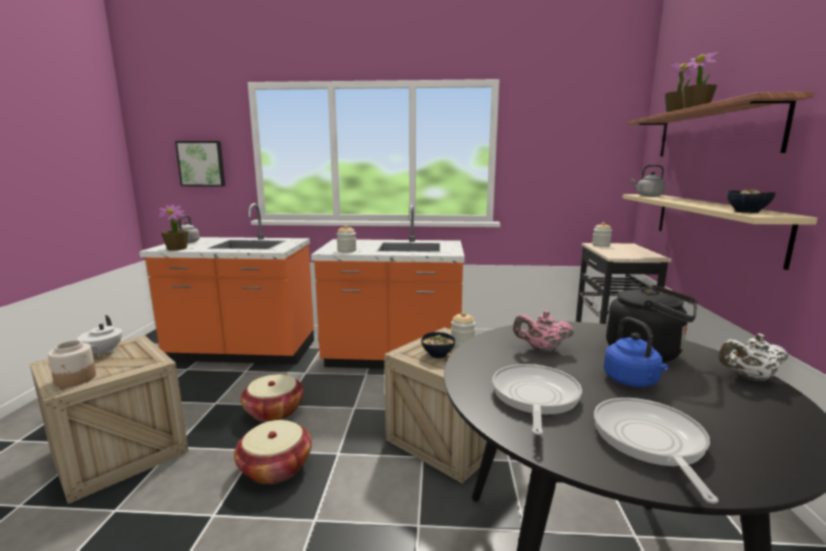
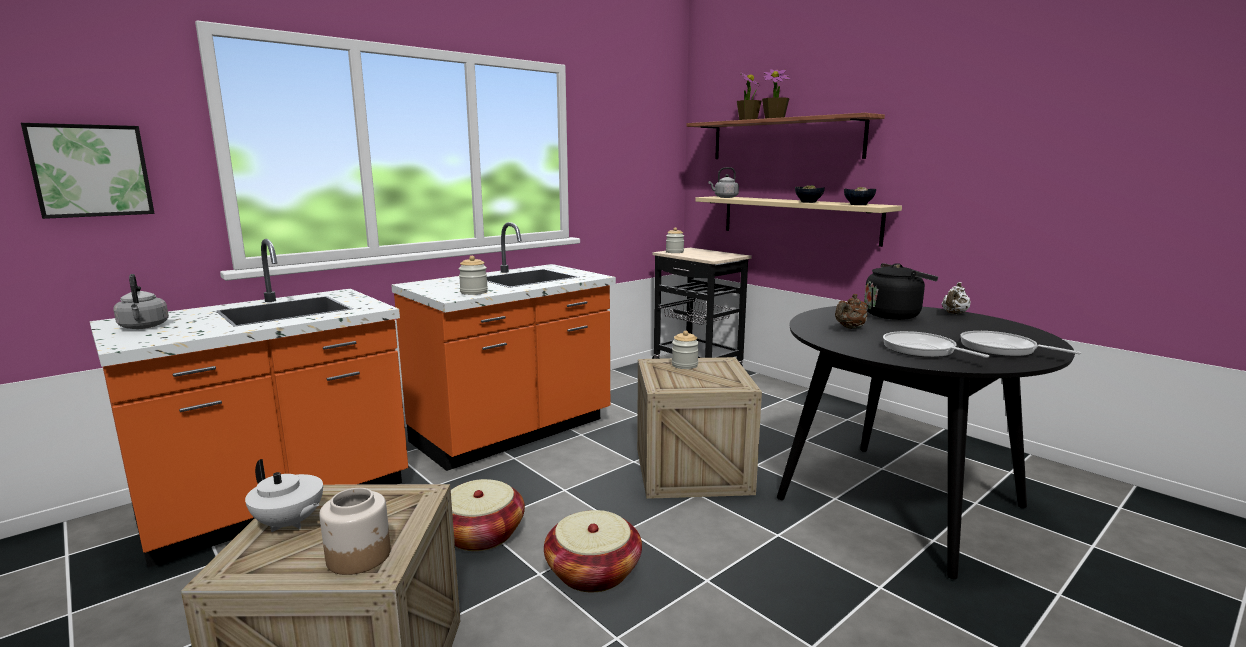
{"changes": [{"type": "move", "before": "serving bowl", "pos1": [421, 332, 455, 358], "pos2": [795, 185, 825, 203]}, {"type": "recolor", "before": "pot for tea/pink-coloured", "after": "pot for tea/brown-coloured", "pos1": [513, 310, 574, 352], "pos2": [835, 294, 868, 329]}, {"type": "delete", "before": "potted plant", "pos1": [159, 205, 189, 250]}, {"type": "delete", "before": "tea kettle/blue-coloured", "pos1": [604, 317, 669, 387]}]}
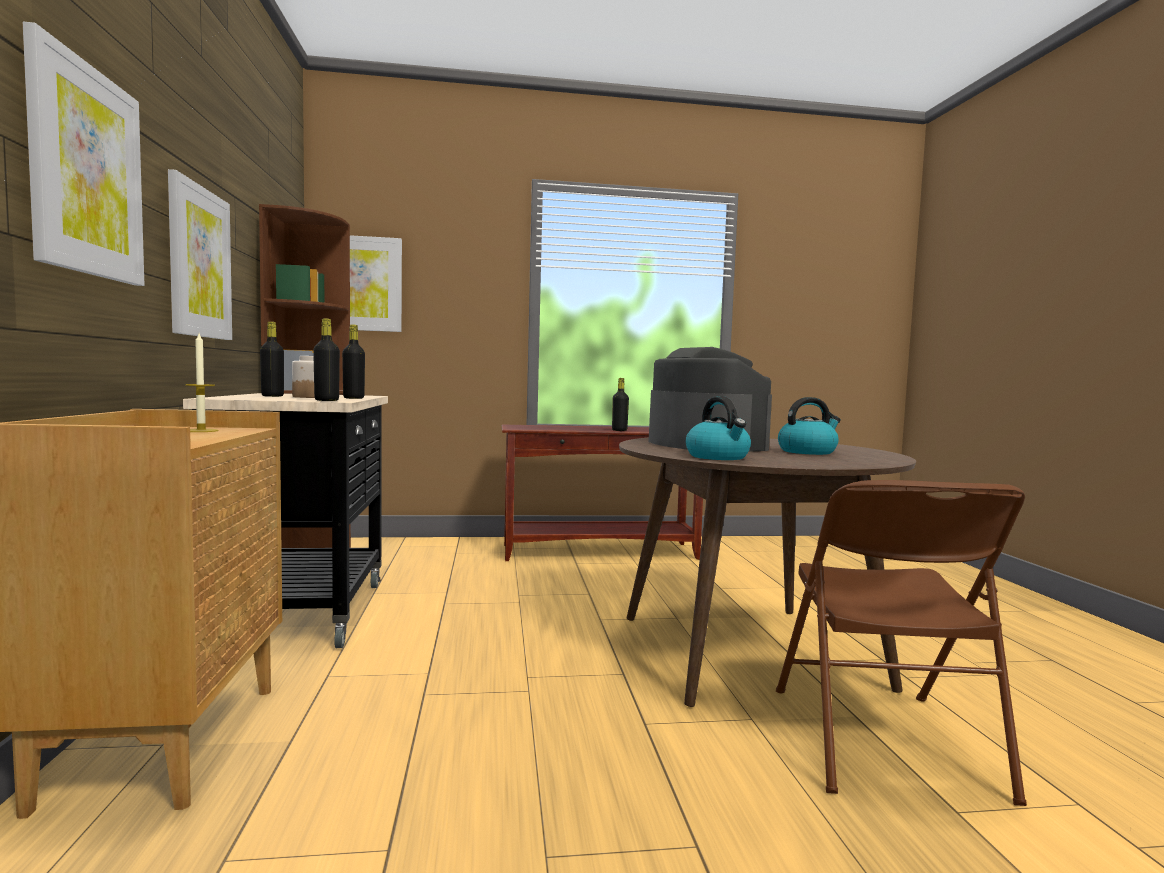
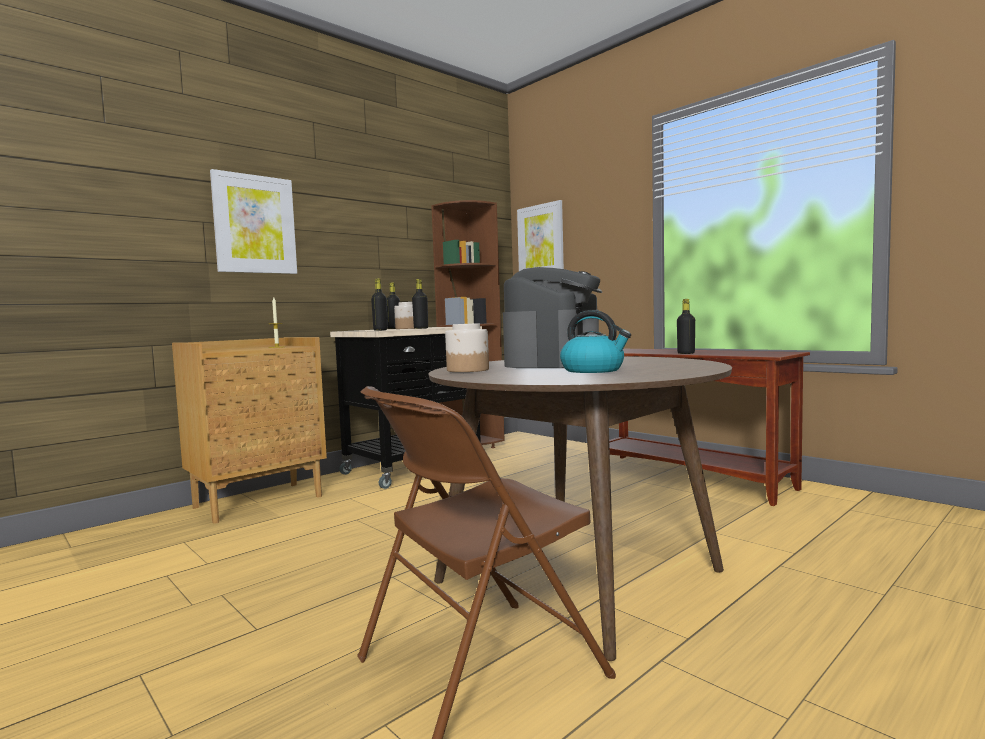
{"changes": [{"type": "replace", "before": "tea kettle", "after": "storage jar", "pos1": [685, 396, 751, 460], "pos2": [445, 323, 489, 372]}, {"type": "delete", "before": "picture", "pos1": [168, 169, 232, 340]}]}
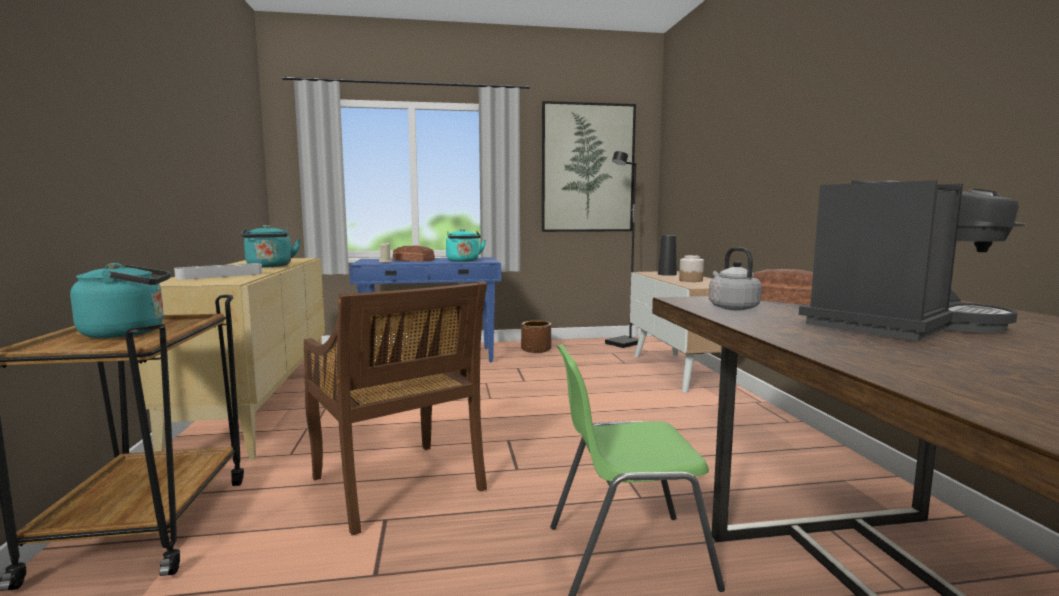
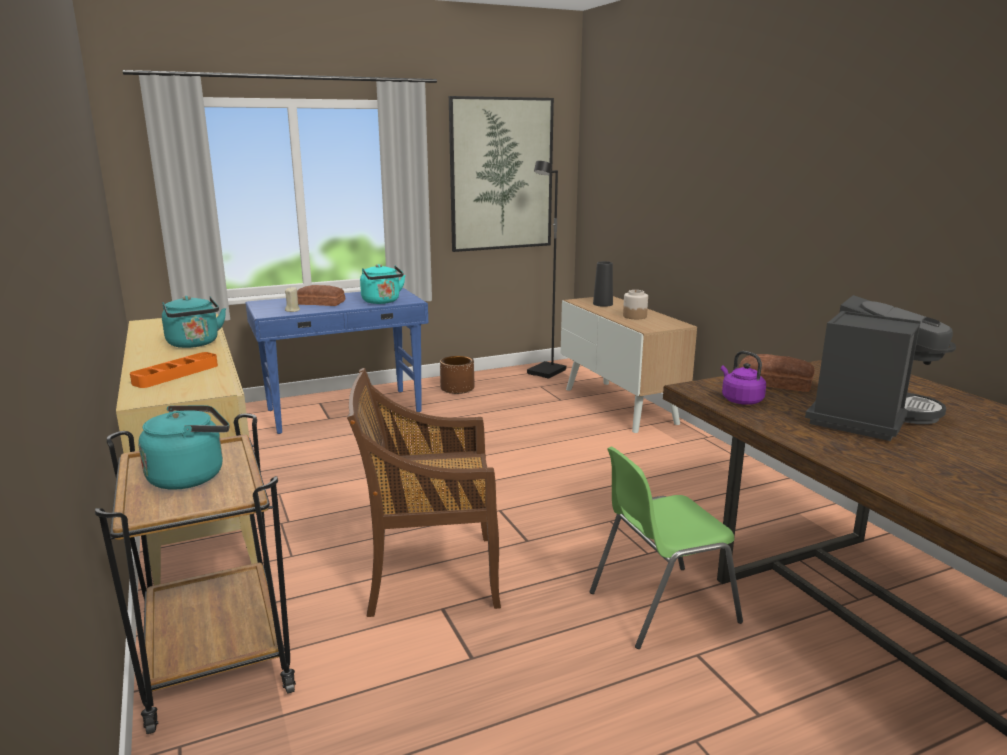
{"changes": [{"type": "recolor", "before": "carrying tray/greyish", "after": "carrying tray/orangey", "pos1": [174, 263, 262, 280], "pos2": [130, 352, 218, 388]}, {"type": "rotate", "before": "chair/brown-coloured", "pos1": [304, 281, 487, 536], "pos2": [347, 368, 501, 617], "turn": 135}, {"type": "recolor", "before": "tea kettle/greyish", "after": "tea kettle/purple", "pos1": [709, 247, 762, 310], "pos2": [721, 351, 766, 405]}]}
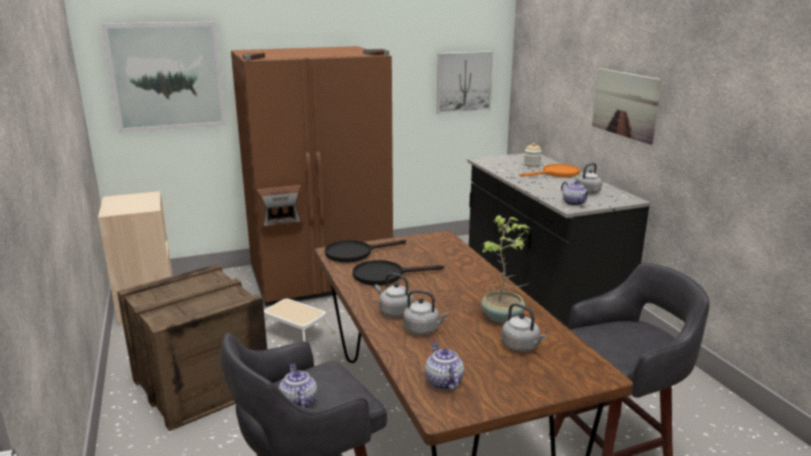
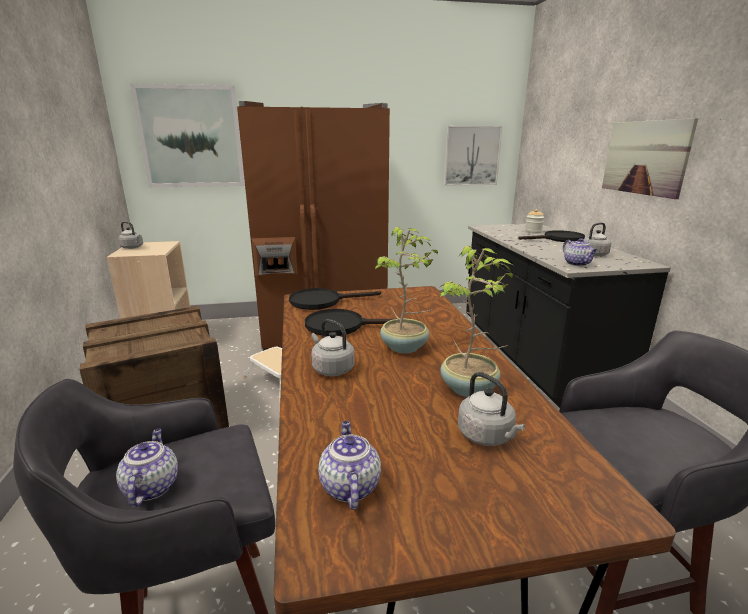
{"changes": [{"type": "move", "before": "tea kettle/greyish", "pos1": [403, 290, 448, 335], "pos2": [118, 221, 143, 249]}, {"type": "insert", "after": "potted plant", "pos2": [375, 227, 438, 353]}, {"type": "recolor", "before": "pan/orangey", "after": "pan/black-coloured", "pos1": [520, 164, 580, 177], "pos2": [518, 230, 585, 242]}]}
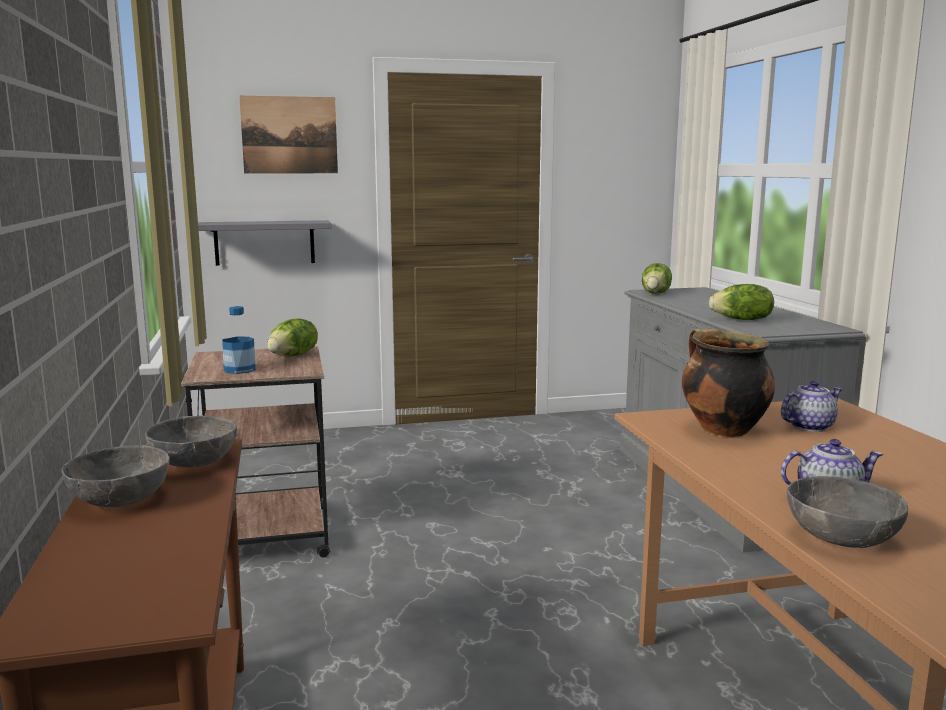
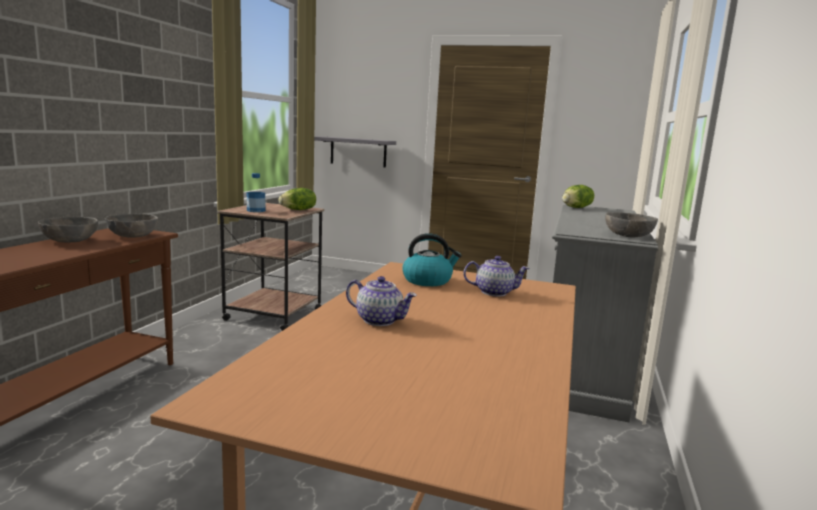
{"changes": [{"type": "replace", "before": "saucepot", "after": "tea kettle", "pos1": [682, 329, 775, 437], "pos2": [402, 233, 462, 286]}, {"type": "move", "before": "serving bowl/greyish", "pos1": [787, 476, 908, 548], "pos2": [605, 212, 658, 237]}, {"type": "delete", "before": "picture", "pos1": [239, 96, 338, 173]}, {"type": "delete", "before": "lettuce", "pos1": [709, 284, 774, 320]}]}
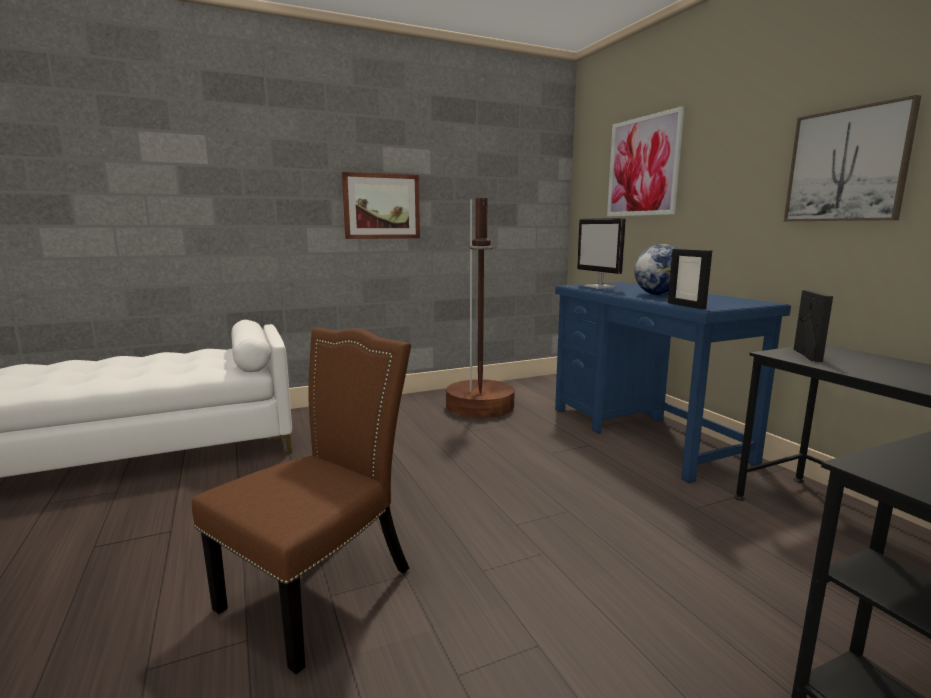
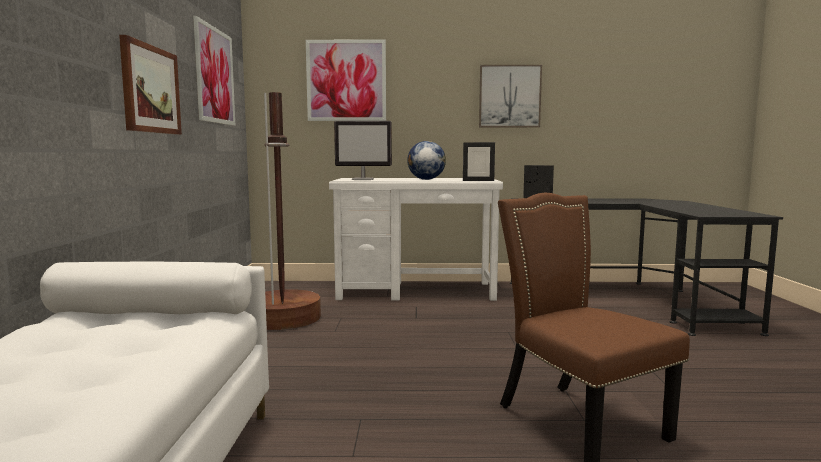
{"changes": [{"type": "insert", "after": "picture", "pos2": [193, 16, 235, 125]}, {"type": "recolor", "before": "desk/blue-coloured", "after": "desk/whitish", "pos1": [555, 282, 791, 483], "pos2": [329, 178, 503, 301]}]}
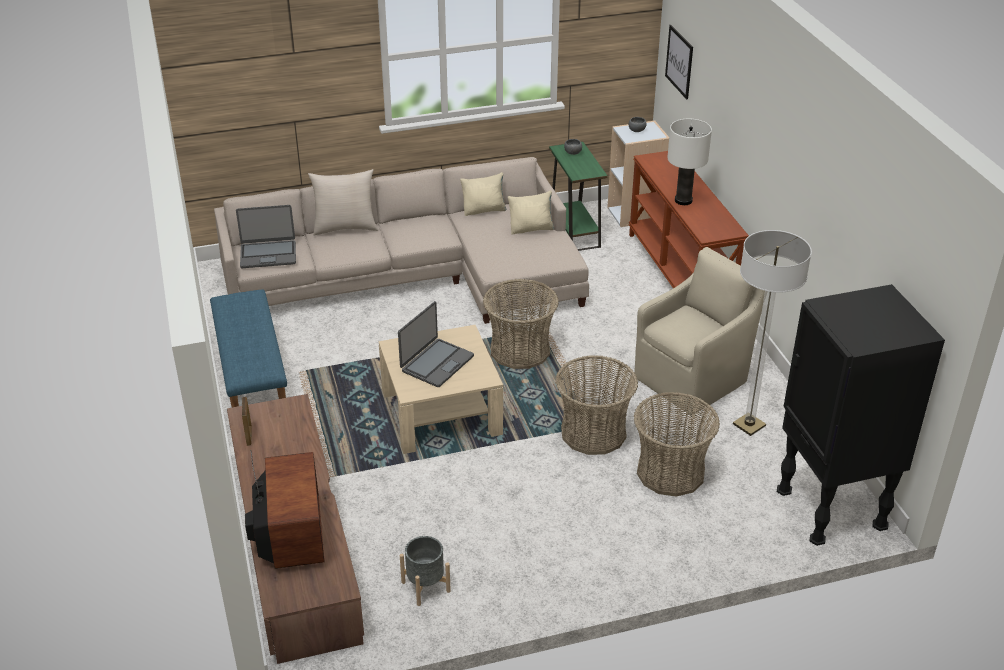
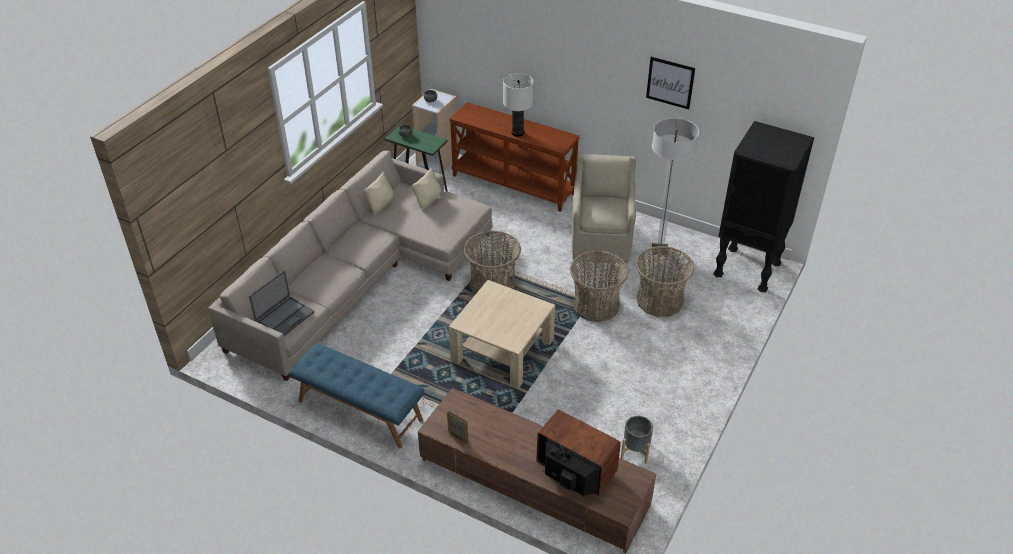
{"changes": [{"type": "move", "before": "picture", "pos1": [665, 25, 693, 100], "pos2": [646, 57, 695, 109]}, {"type": "delete", "before": "cushion/beige-coloured", "pos1": [308, 169, 378, 235]}, {"type": "delete", "before": "laptop", "pos1": [398, 301, 474, 387]}]}
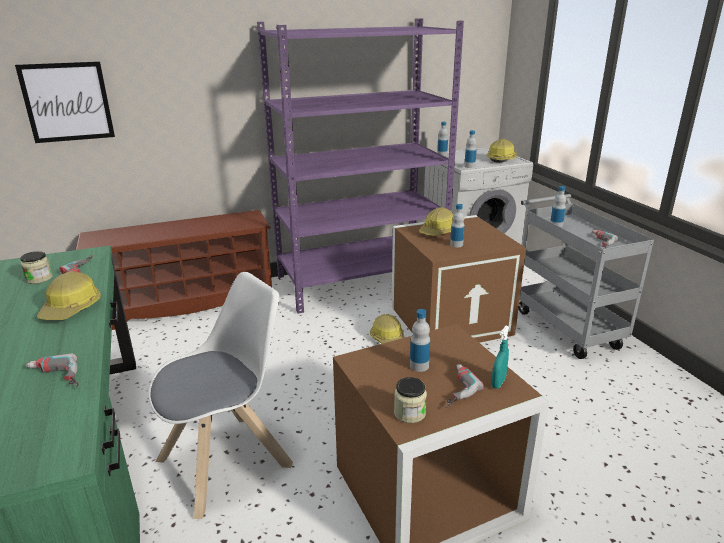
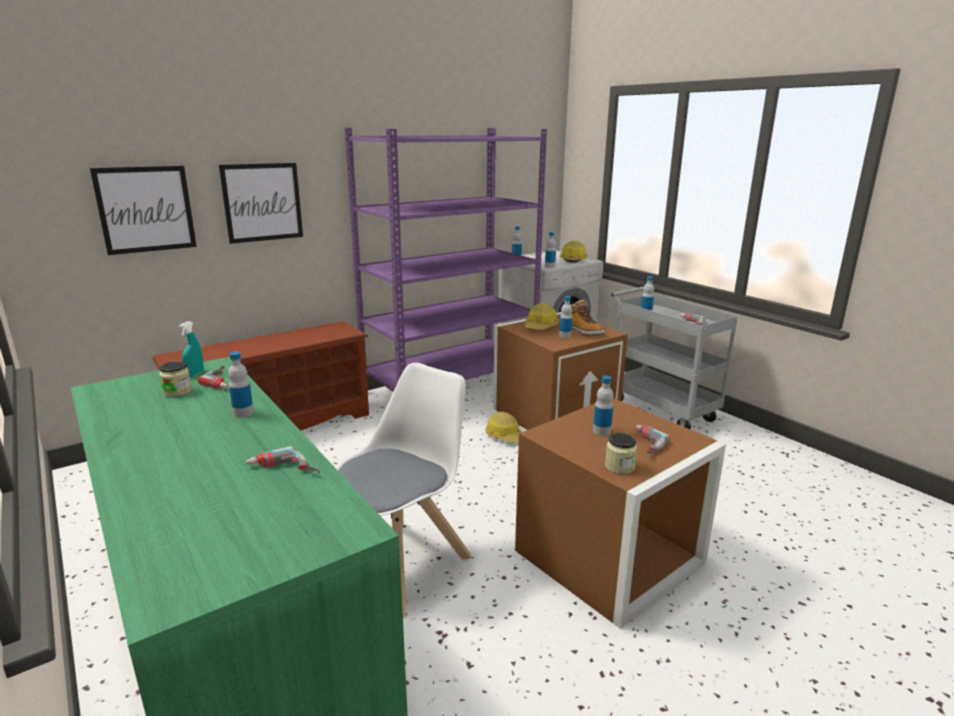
{"changes": [{"type": "move", "before": "hand sprayer/blue-green", "pos1": [491, 326, 509, 389], "pos2": [179, 321, 204, 377]}, {"type": "insert", "after": "picture", "pos2": [219, 163, 303, 244]}, {"type": "replace", "before": "work helmet", "after": "beverage bottle", "pos1": [37, 271, 101, 320], "pos2": [228, 352, 254, 418]}, {"type": "insert", "after": "boot", "pos2": [570, 300, 605, 335]}]}
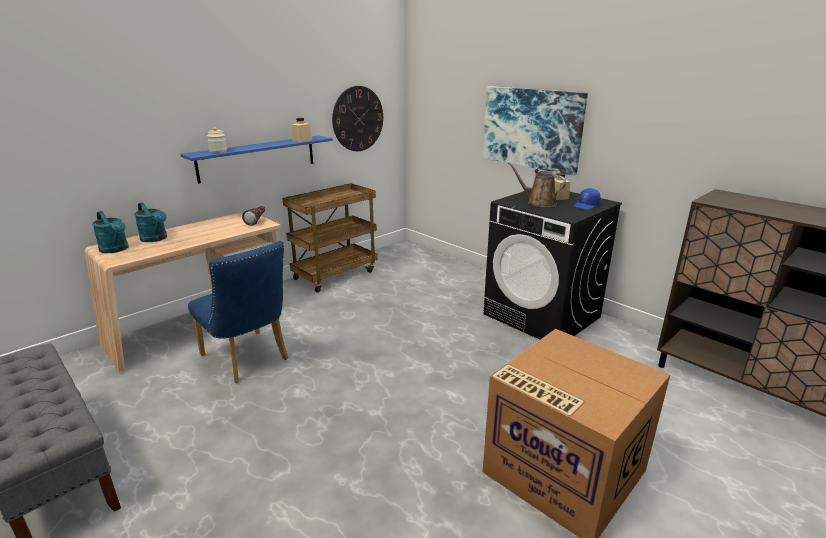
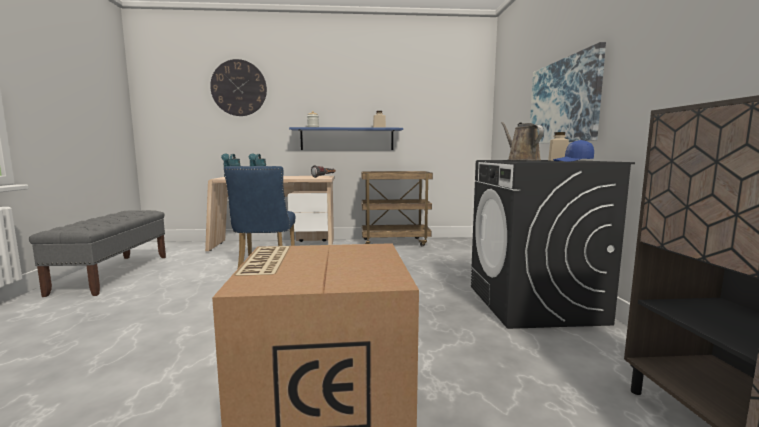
{"changes": [{"type": "move", "before": "hanging clock", "pos1": [332, 86, 383, 151], "pos2": [210, 59, 267, 116]}]}
